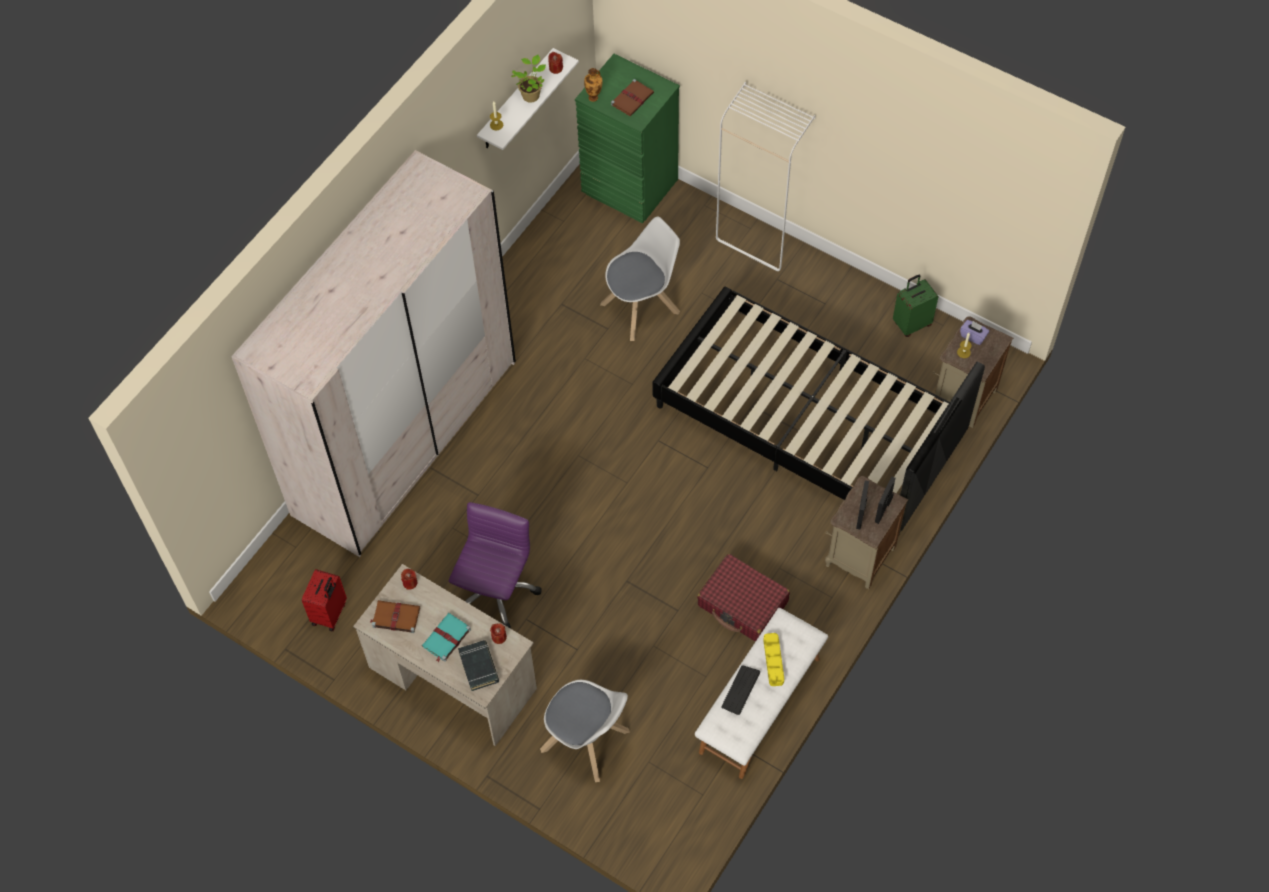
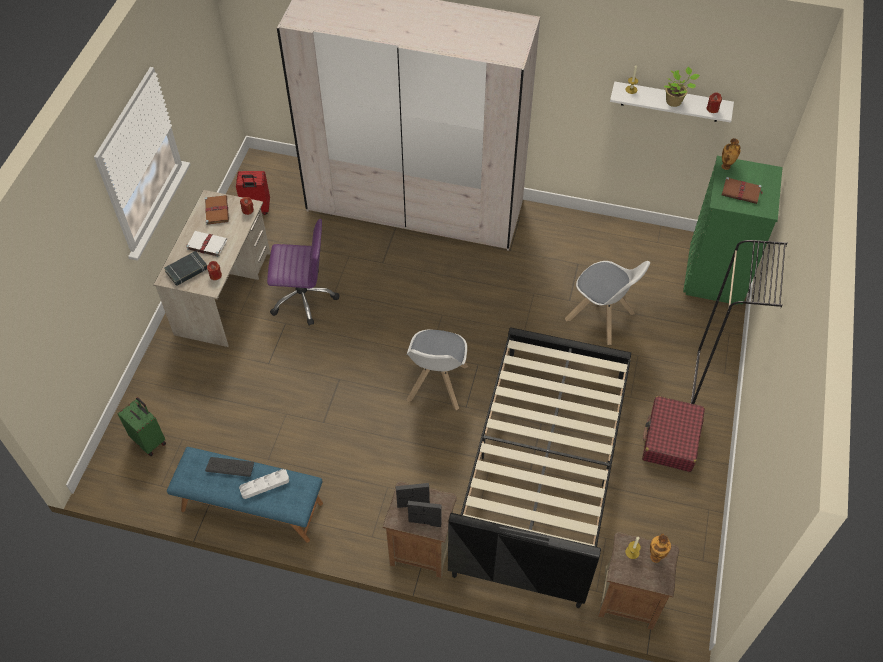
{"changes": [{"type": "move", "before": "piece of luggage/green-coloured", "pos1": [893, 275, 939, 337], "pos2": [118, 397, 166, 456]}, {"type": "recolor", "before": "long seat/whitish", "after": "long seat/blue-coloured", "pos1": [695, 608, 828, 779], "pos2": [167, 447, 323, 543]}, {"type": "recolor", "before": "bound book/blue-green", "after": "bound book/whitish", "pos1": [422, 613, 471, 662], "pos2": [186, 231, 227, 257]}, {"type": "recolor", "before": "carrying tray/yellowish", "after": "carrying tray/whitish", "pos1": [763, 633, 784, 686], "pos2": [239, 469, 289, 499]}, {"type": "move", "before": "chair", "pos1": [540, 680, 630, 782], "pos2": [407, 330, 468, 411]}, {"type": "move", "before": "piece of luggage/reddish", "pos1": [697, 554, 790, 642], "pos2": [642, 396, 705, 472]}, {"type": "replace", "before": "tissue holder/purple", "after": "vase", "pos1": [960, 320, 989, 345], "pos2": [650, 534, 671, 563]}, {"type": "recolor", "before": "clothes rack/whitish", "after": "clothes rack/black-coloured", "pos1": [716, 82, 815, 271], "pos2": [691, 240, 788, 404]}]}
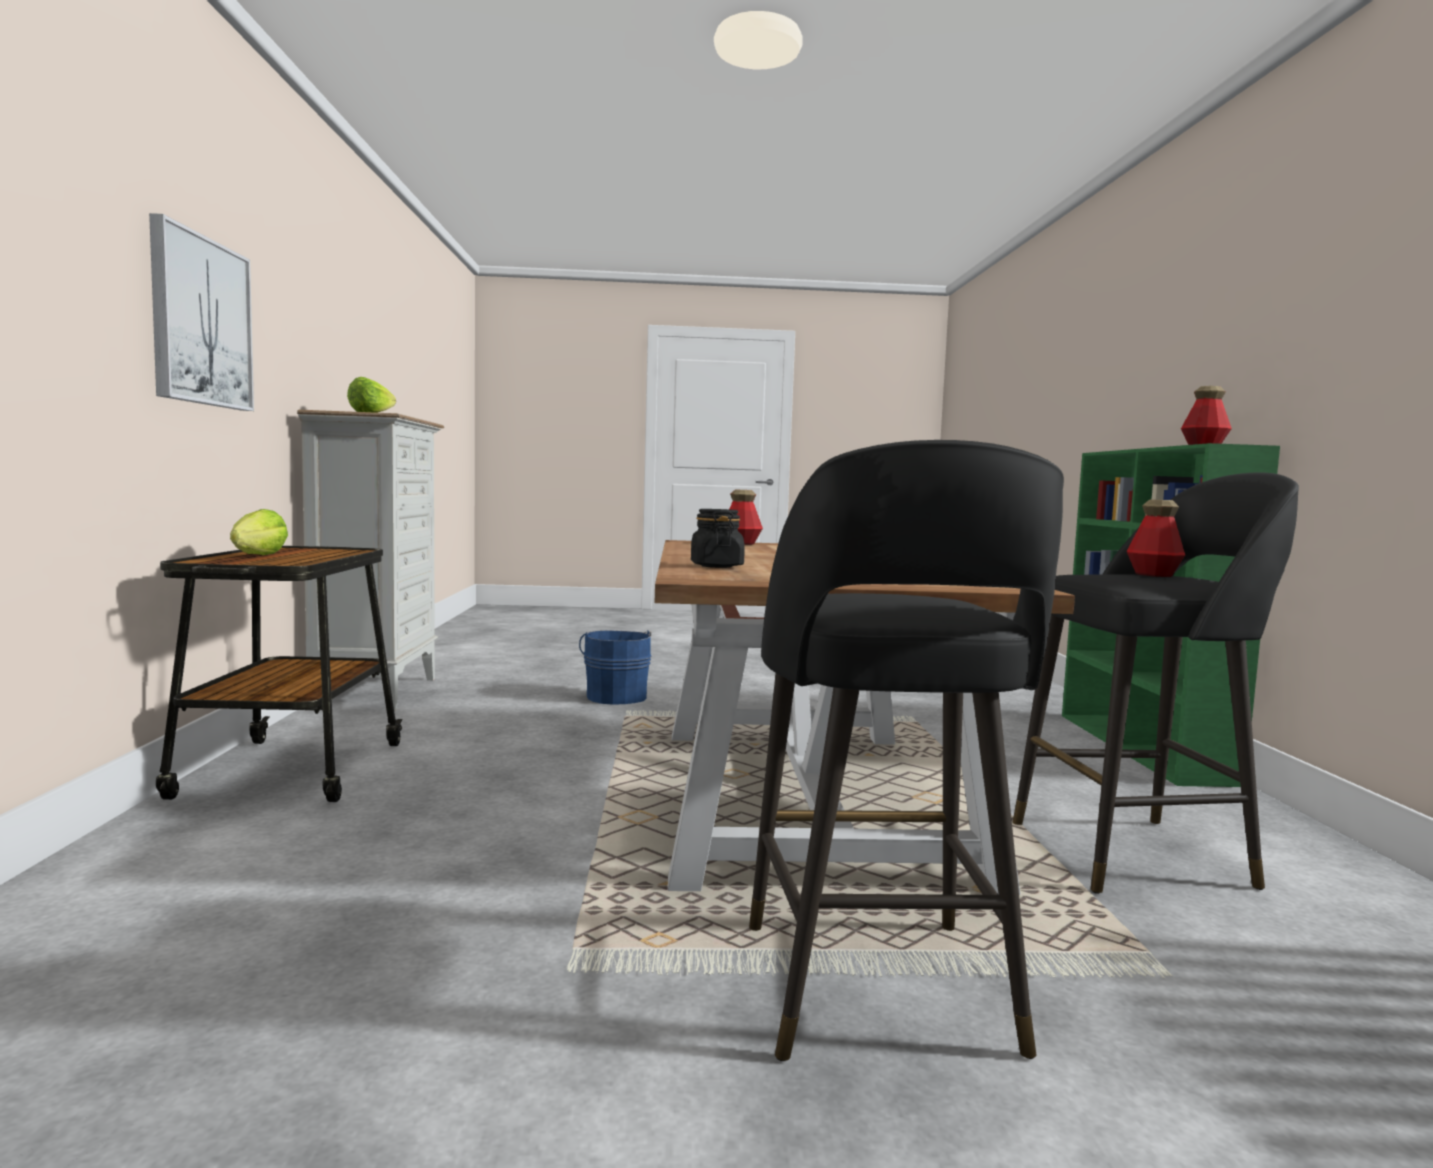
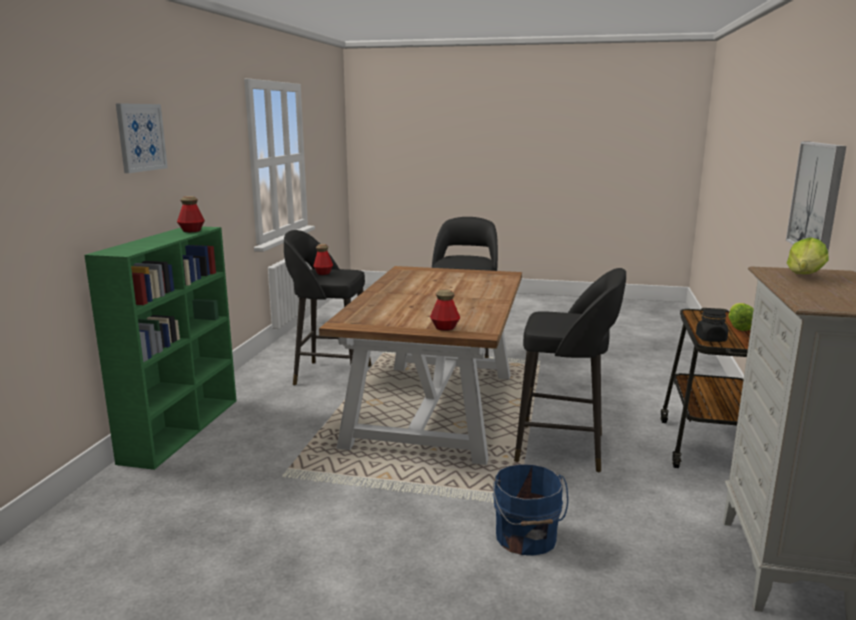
{"changes": [{"type": "insert", "after": "picture", "pos2": [116, 103, 168, 173]}, {"type": "insert", "after": "sitting stool/black-coloured", "pos2": [514, 268, 626, 472]}, {"type": "move", "before": "storage jar/black-coloured", "pos1": [691, 509, 745, 568], "pos2": [696, 308, 728, 342]}]}
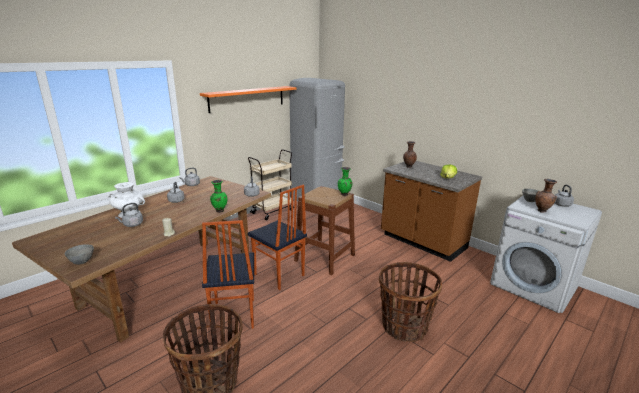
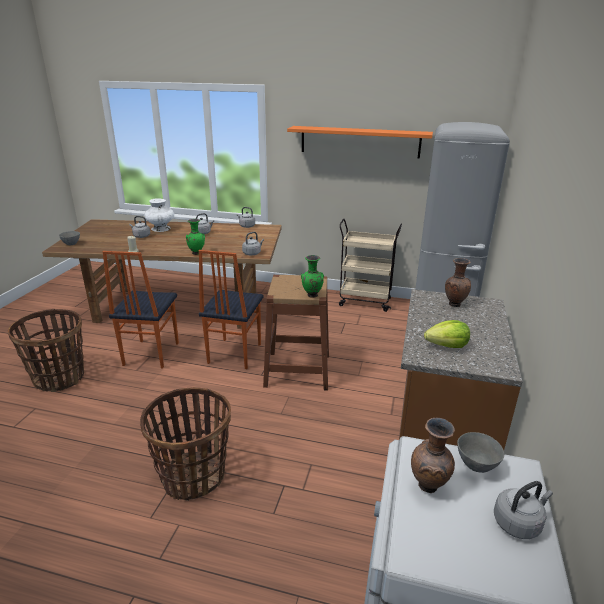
{"changes": [{"type": "rotate", "before": "chair", "pos1": [202, 220, 254, 329], "pos2": [103, 251, 179, 369], "turn": -45}]}
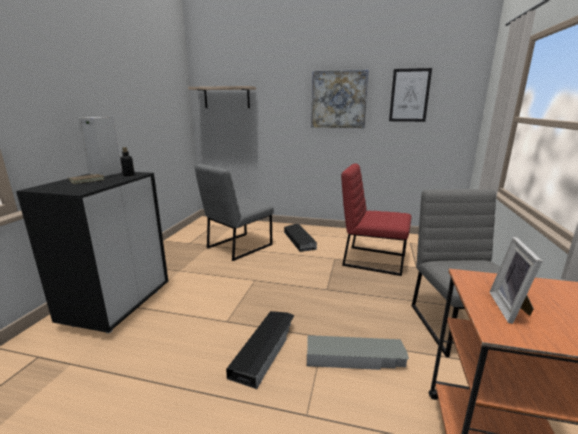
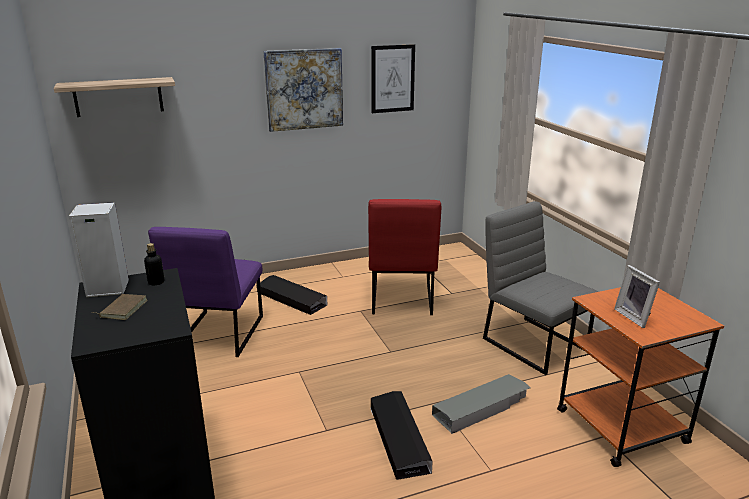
{"changes": [{"type": "recolor", "before": "chair/greyish", "after": "chair/purple", "pos1": [194, 164, 274, 261], "pos2": [148, 227, 263, 357]}, {"type": "rotate", "before": "chair/reddish", "pos1": [341, 164, 412, 276], "pos2": [368, 199, 441, 315], "turn": -75}]}
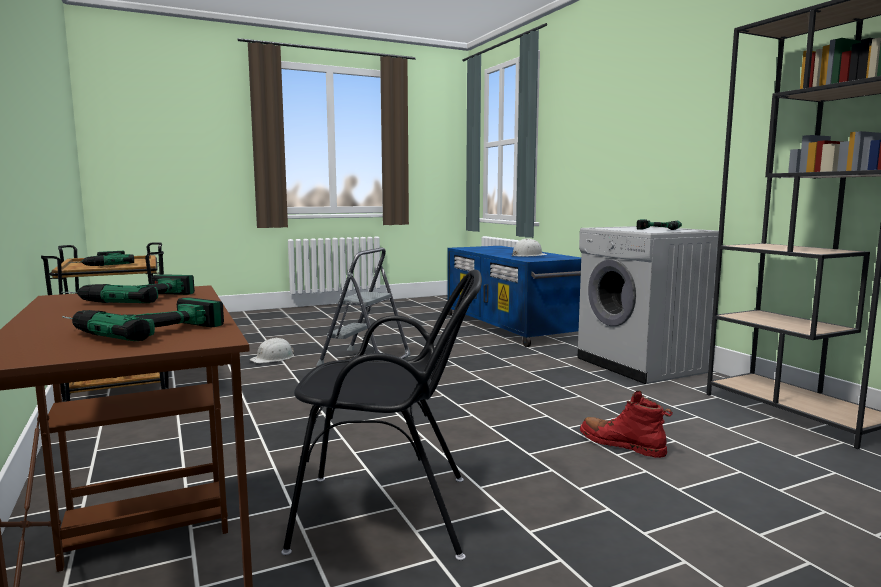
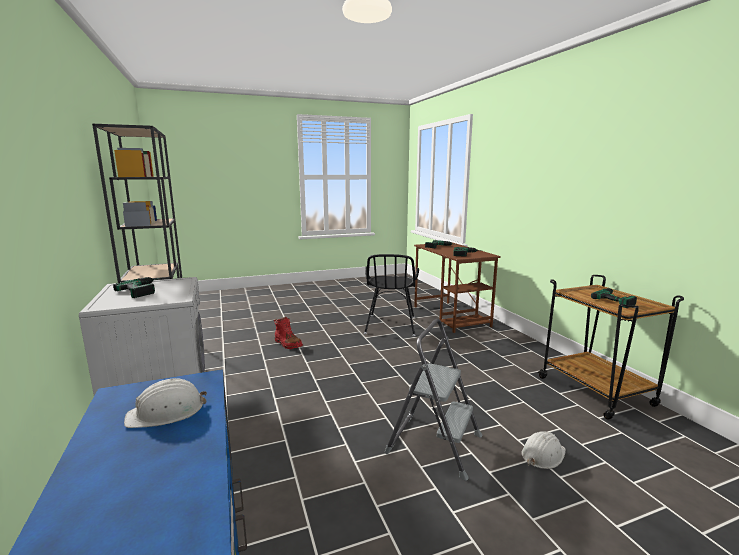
{"changes": [{"type": "rotate", "before": "chair/black-coloured", "pos1": [281, 270, 482, 560], "pos2": [364, 254, 419, 336], "turn": -90}]}
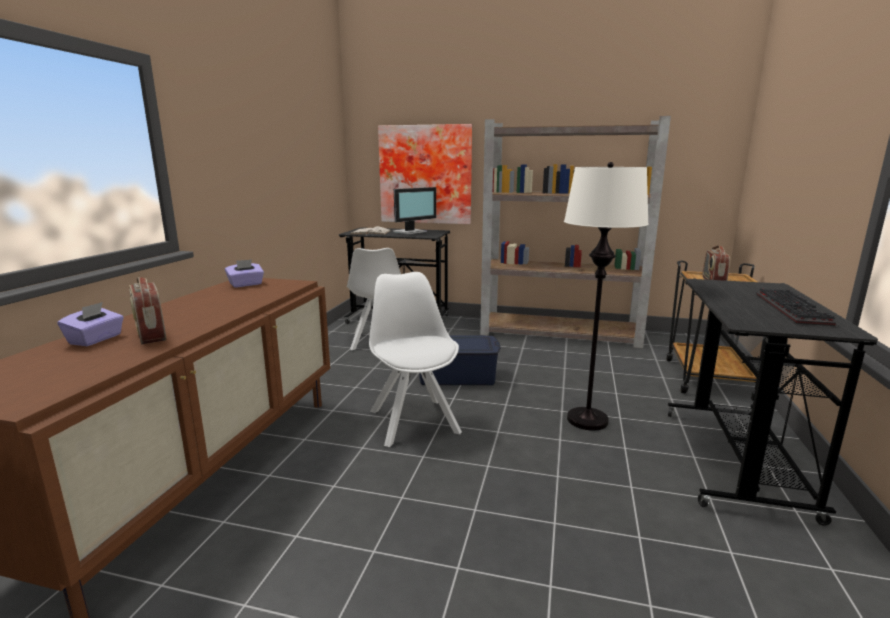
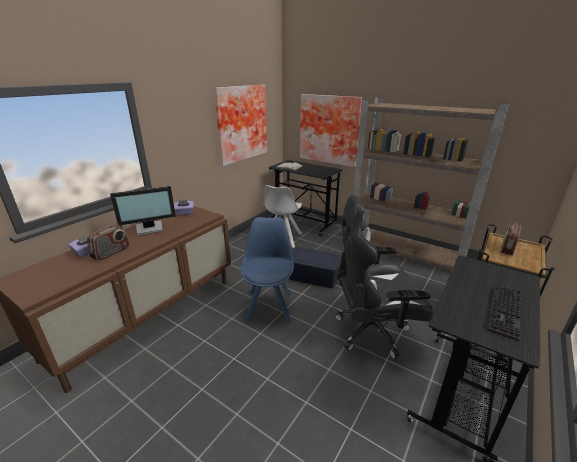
{"changes": [{"type": "rotate", "before": "radio set", "pos1": [129, 277, 167, 344], "pos2": [87, 223, 130, 261], "turn": -135}, {"type": "move", "before": "computer screen", "pos1": [393, 187, 436, 234], "pos2": [110, 186, 176, 235]}, {"type": "insert", "after": "picture", "pos2": [214, 84, 267, 166]}, {"type": "recolor", "before": "chair/whitish", "after": "chair/blue-coloured", "pos1": [369, 272, 462, 447], "pos2": [240, 217, 294, 323]}, {"type": "replace", "before": "standing lamp/whitish", "after": "computer chair/black-coloured", "pos1": [564, 162, 649, 431], "pos2": [335, 195, 434, 359]}]}
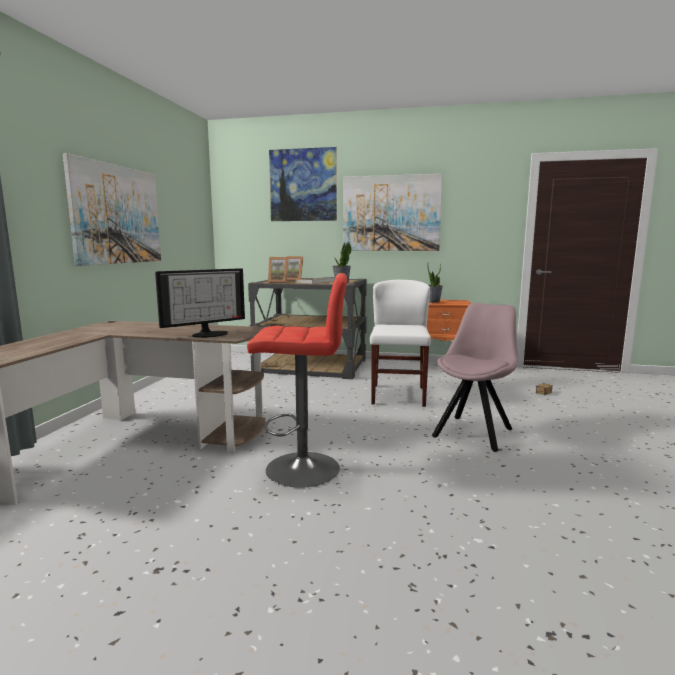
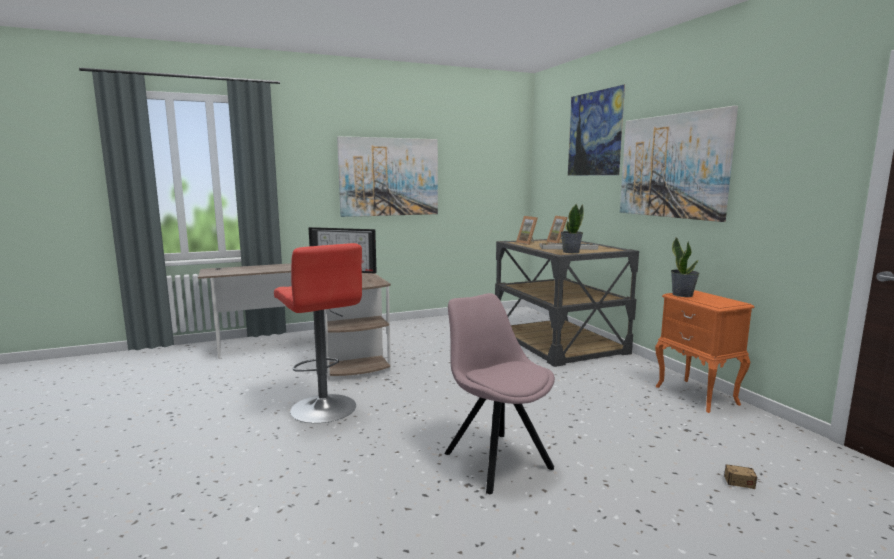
{"changes": [{"type": "rotate", "before": "chair/pink-coloured", "pos1": [432, 303, 518, 452], "pos2": [445, 293, 555, 494], "turn": -120}, {"type": "delete", "before": "chair/whitish", "pos1": [370, 280, 431, 407]}]}
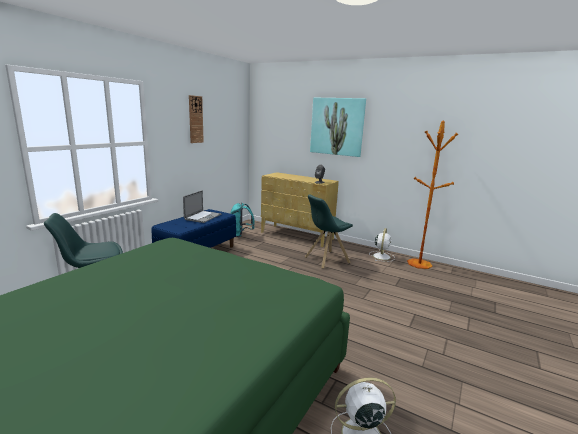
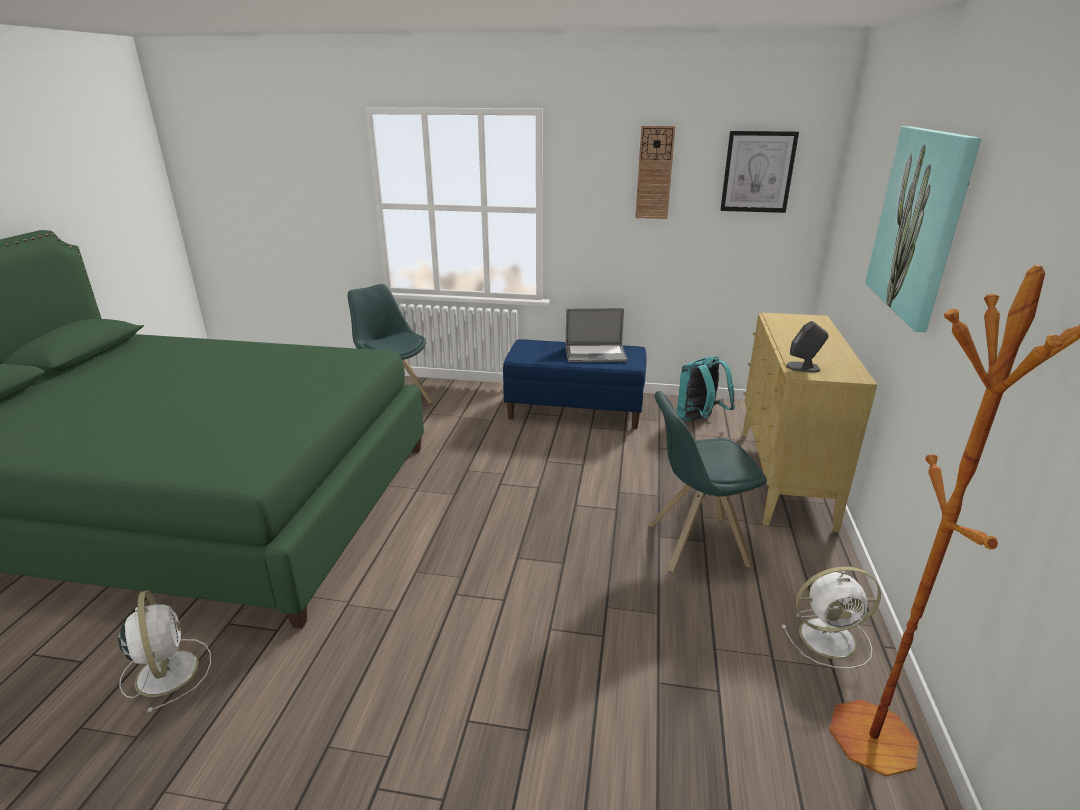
{"changes": [{"type": "rotate", "before": "chair/blue-green", "pos1": [305, 194, 353, 269], "pos2": [648, 391, 767, 573], "turn": -45}, {"type": "insert", "after": "picture", "pos2": [720, 131, 799, 213]}]}
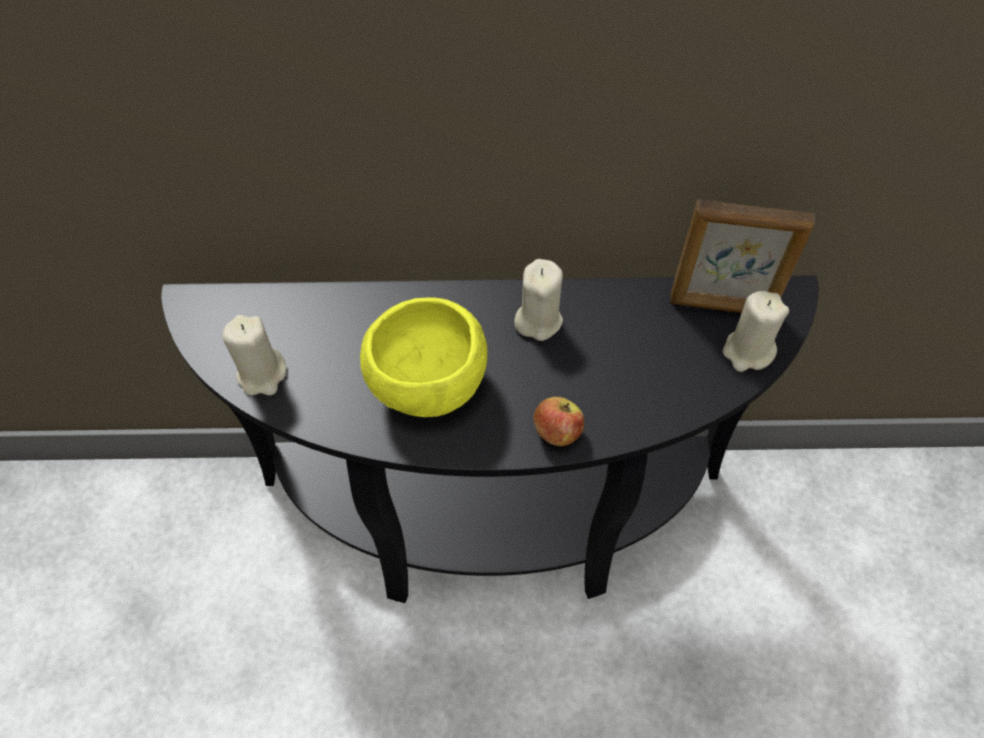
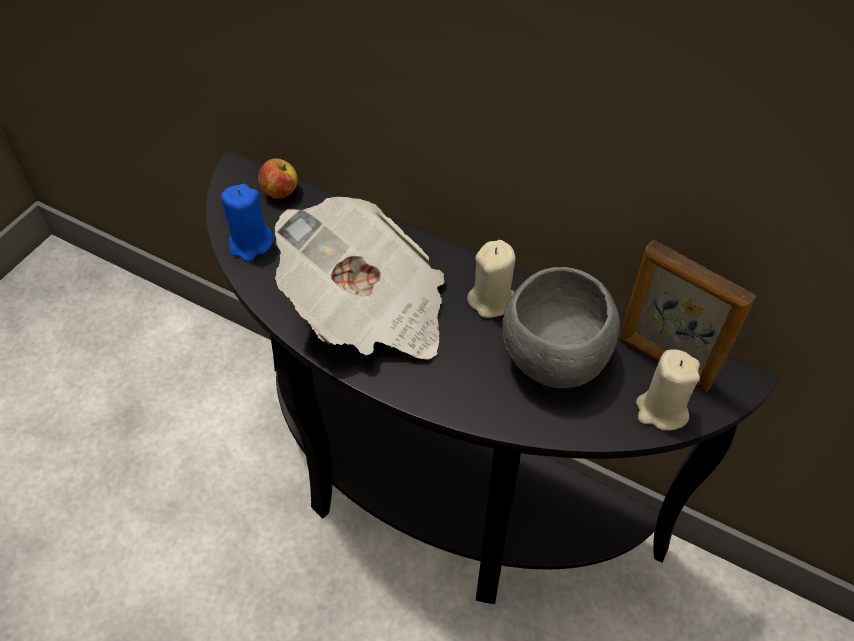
{"changes": [{"type": "recolor", "before": "candle/beige-coloured", "after": "candle/blue-coloured", "pos1": [223, 315, 286, 396], "pos2": [221, 184, 273, 262]}, {"type": "move", "before": "apple", "pos1": [533, 397, 584, 446], "pos2": [258, 158, 297, 199]}, {"type": "replace", "before": "serving bowl/yellowish", "after": "newspaper", "pos1": [360, 297, 488, 417], "pos2": [275, 197, 444, 360]}, {"type": "insert", "after": "serving bowl/greyish", "pos2": [503, 267, 620, 388]}]}
